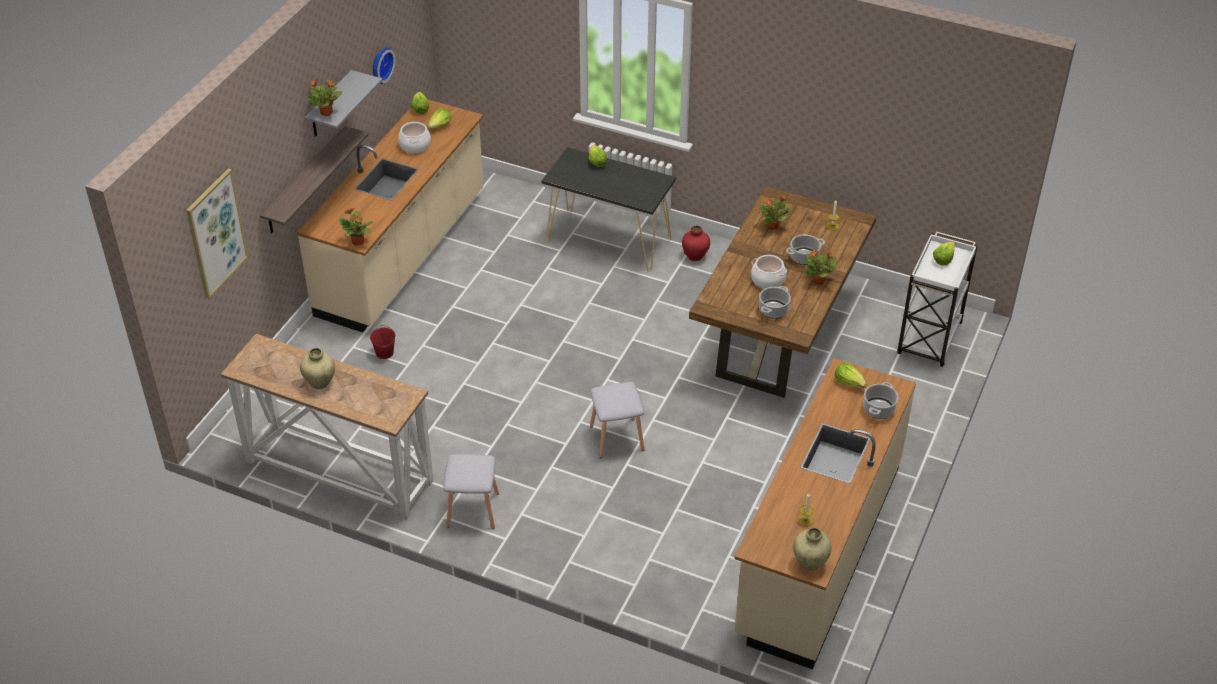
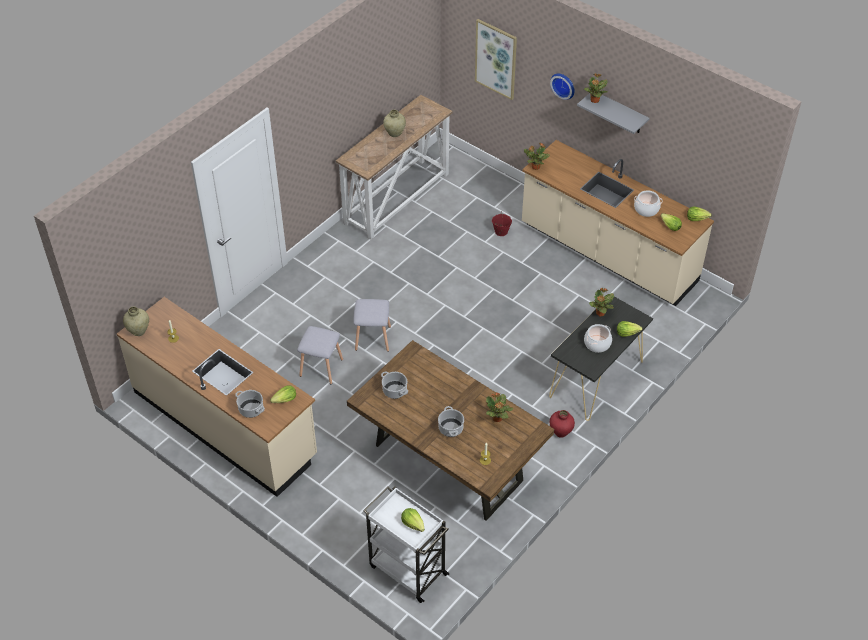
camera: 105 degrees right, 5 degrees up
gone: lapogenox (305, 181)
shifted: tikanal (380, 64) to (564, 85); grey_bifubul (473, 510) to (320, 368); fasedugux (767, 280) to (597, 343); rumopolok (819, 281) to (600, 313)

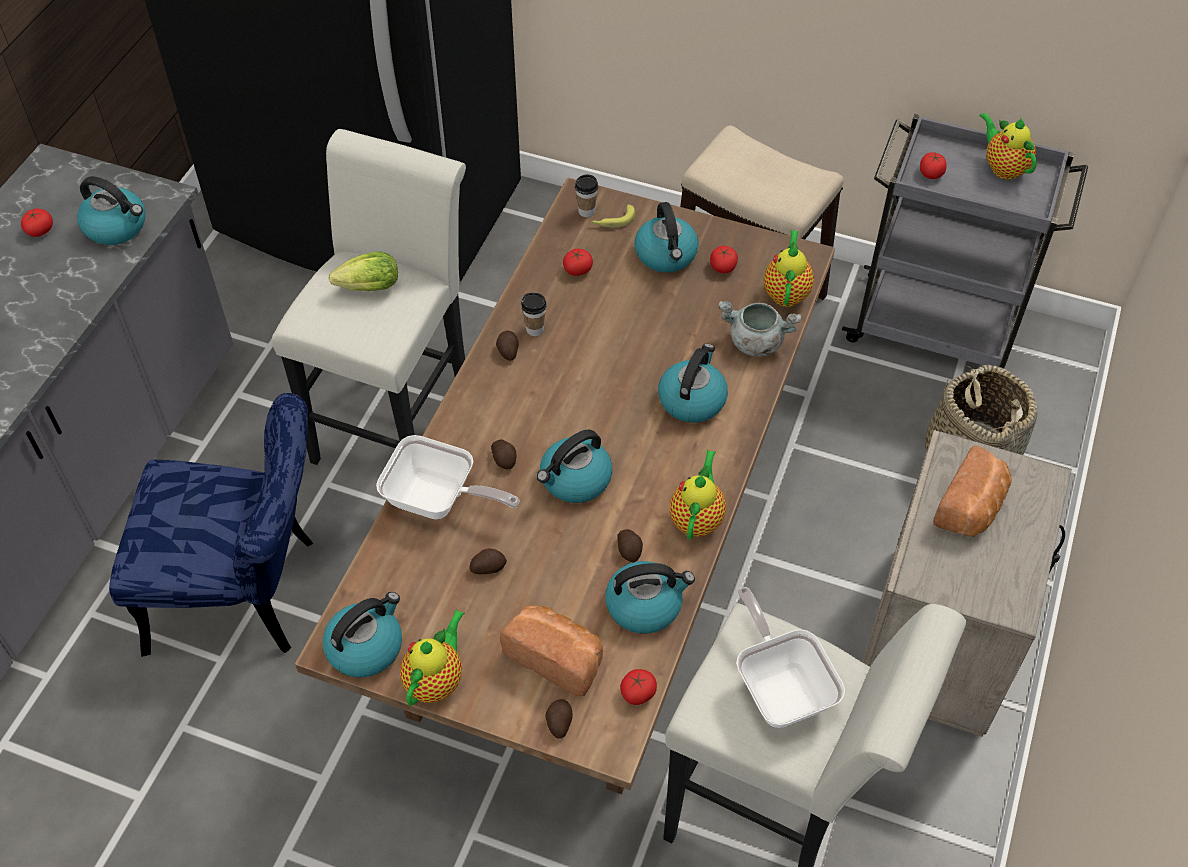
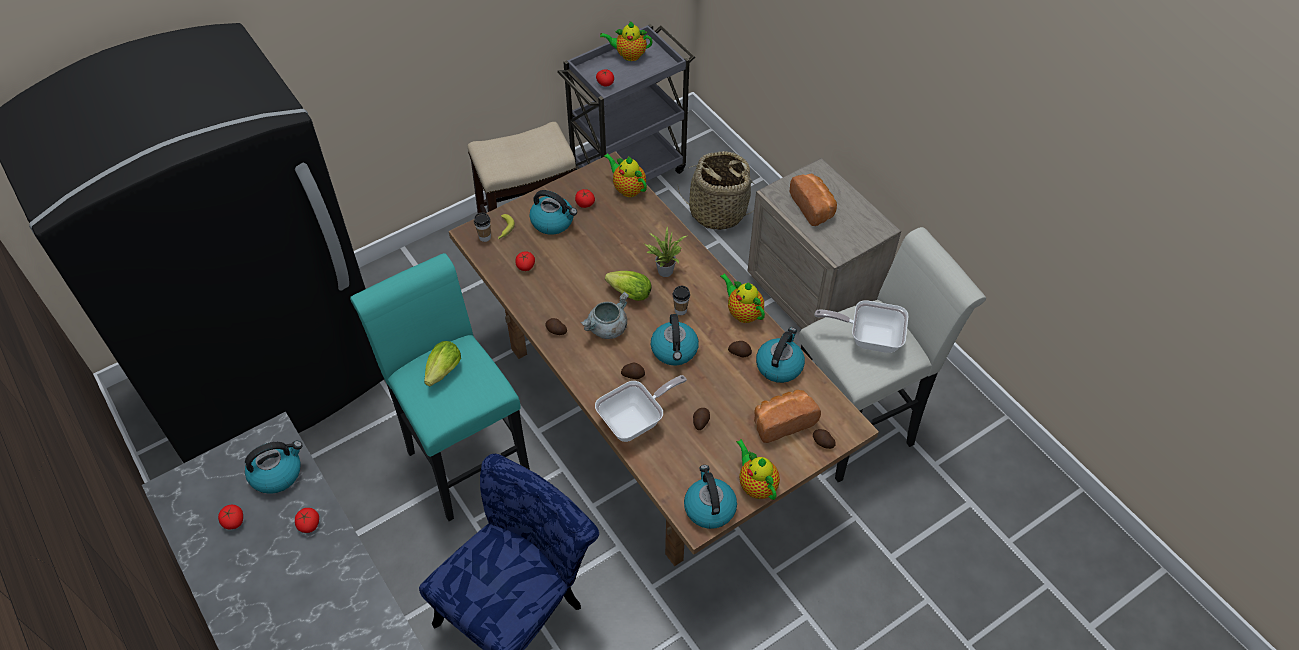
camera: 55 degrees left, 0 degrees up
new: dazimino (627, 293)
shifted: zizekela (535, 329) to (680, 310); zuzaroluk (637, 692) to (309, 524); grey_fasedugux (755, 342) to (607, 329)
swapped: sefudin (692, 399) to rumopolok (664, 269)
repainted: white_bifubul (399, 425) to turquoise_bifubul (463, 456)

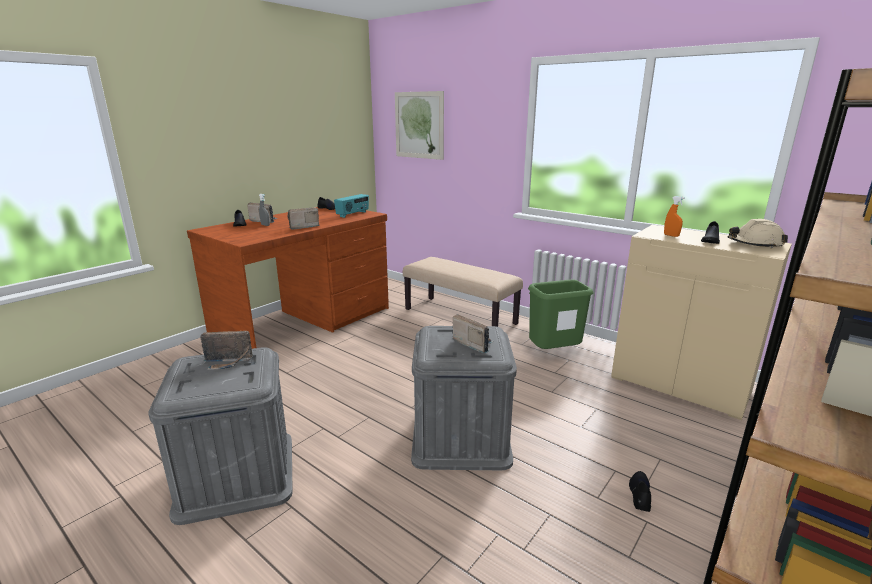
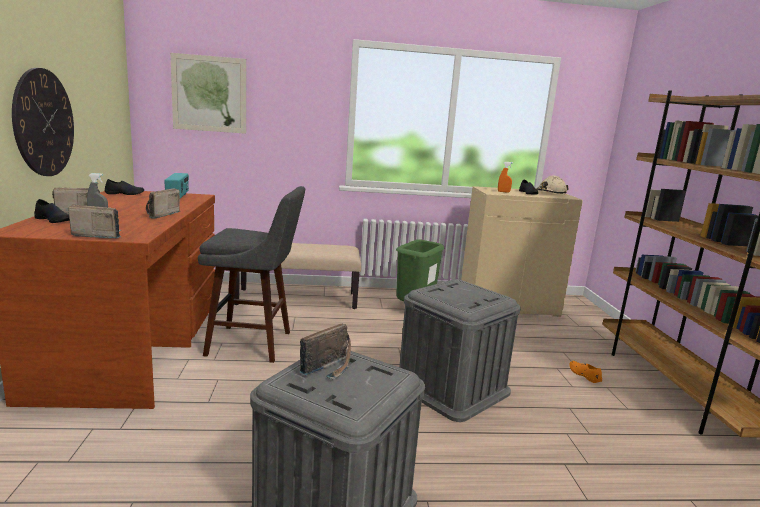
camera: 45 degrees left, 5 degrees down
new: tikanal (44, 123); grey_bifubul (254, 344)
shifted: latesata (473, 344) to (98, 235)
repainted: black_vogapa (640, 494) to orange_vogapa (584, 375)

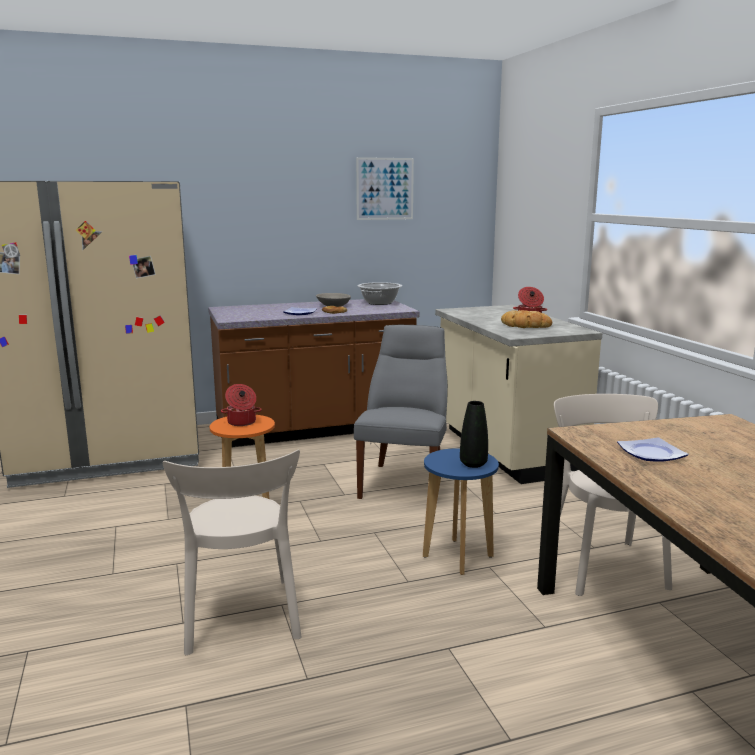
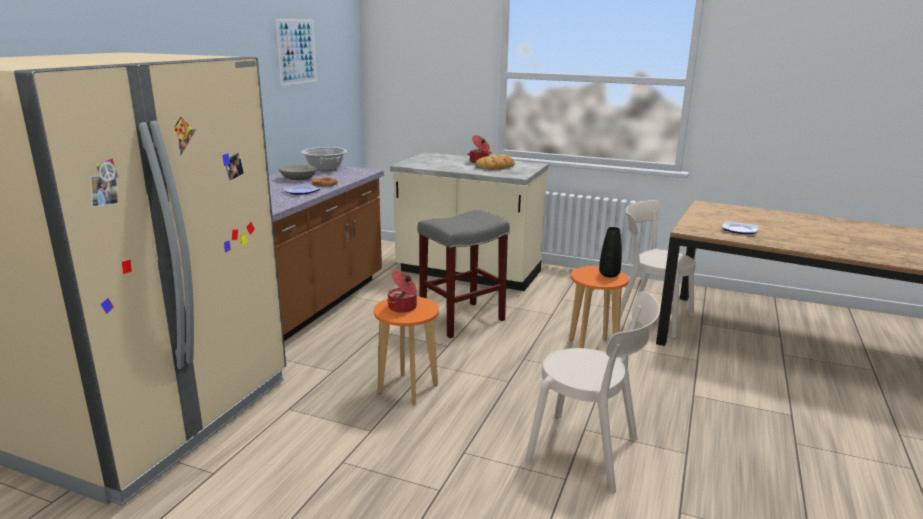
camera: 50 degrees left, 5 degrees up
swapped: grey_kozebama (405, 482) to grey_bifubul (462, 319)
repainted: blue_bifubul (458, 556) to orange_bifubul (592, 348)

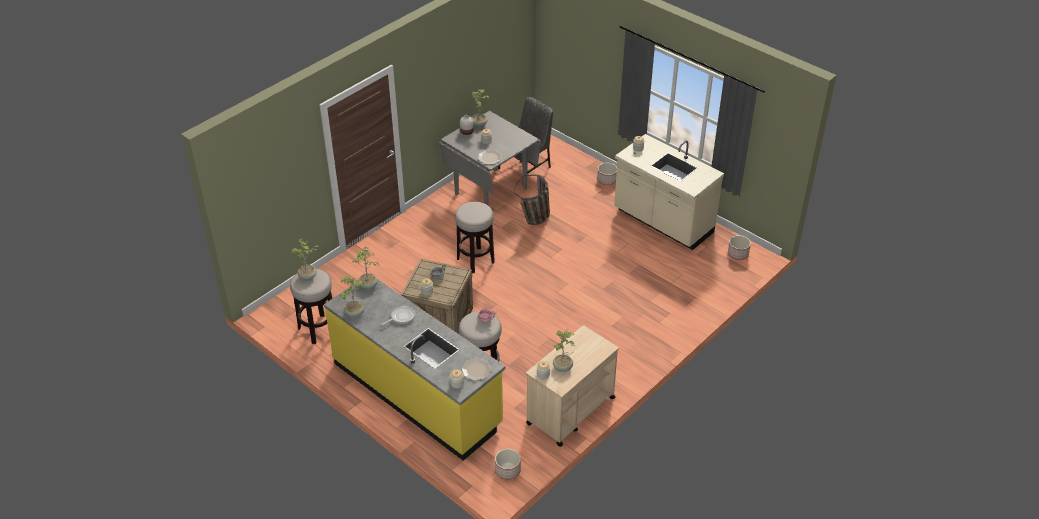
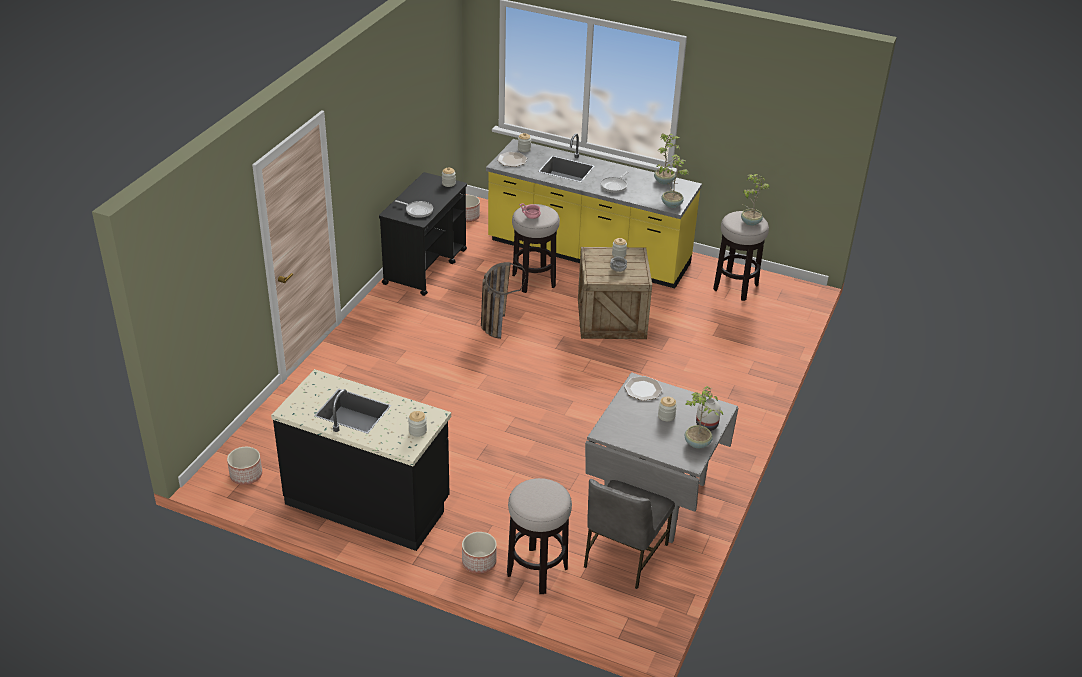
camera: 160 degrees right, 5 degrees down
gone: rumopolok (563, 367)
new: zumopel (417, 210)
shifted: bifubul (475, 260) to (537, 571); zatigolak (535, 220) to (497, 321)
repainted: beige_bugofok (570, 411) to black_bugofok (425, 266); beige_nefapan (662, 222) to black_nefapan (368, 503)

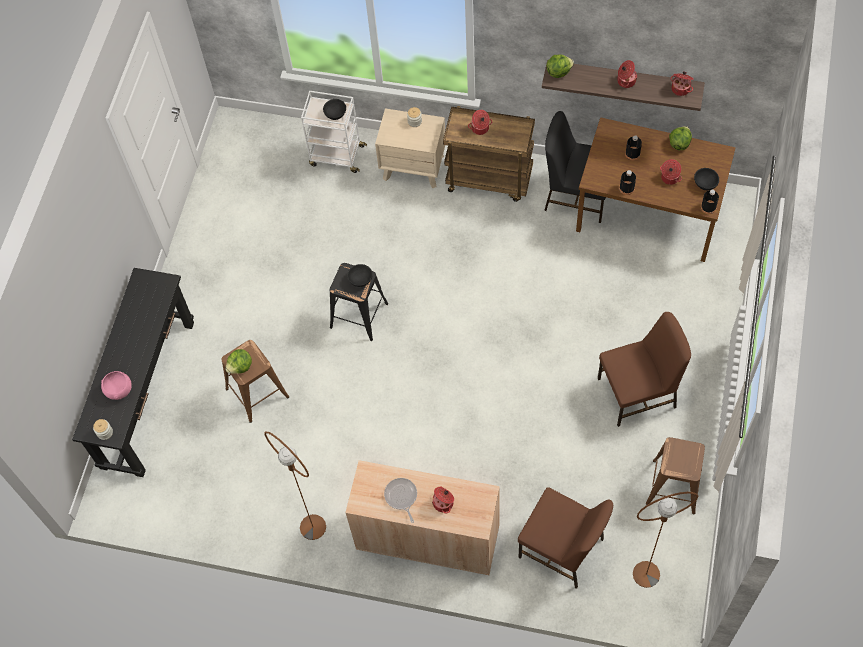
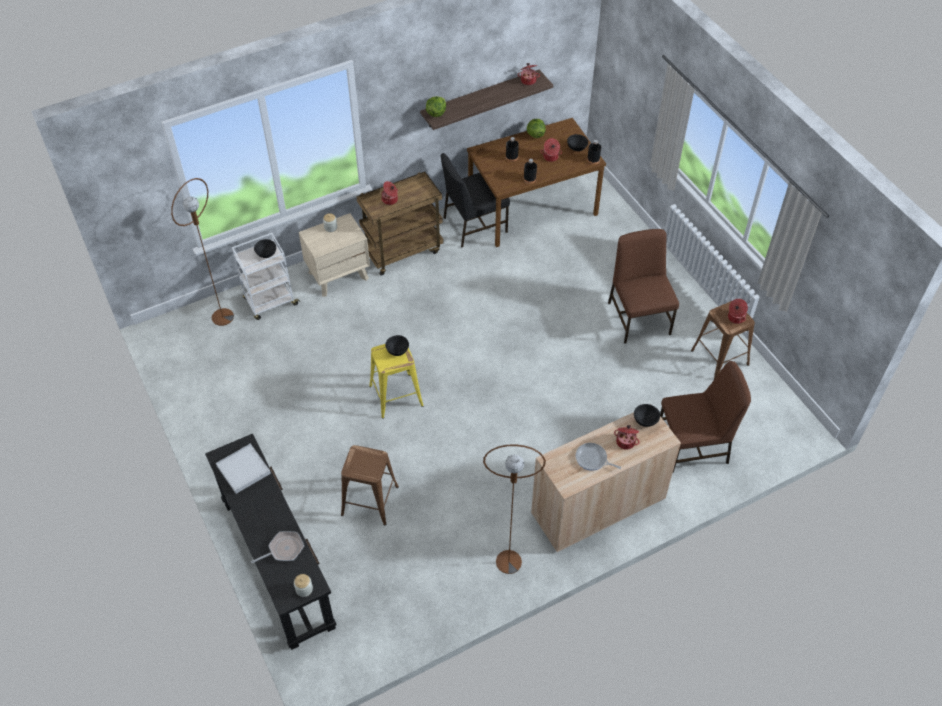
camera: 45 degrees left, 10 degrees down
gone: dazimino (240, 367)
new: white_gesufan (243, 470); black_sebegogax (645, 420)
shifted: fasedugux (625, 81) to (735, 318); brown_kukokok (646, 574) to (222, 317)
swapped: pink_sebegogax (118, 390) to zumopel (284, 549)
repainted: black_bifubul (359, 315) to yellow_bifubul (396, 395)
rotated: brown_kozebama (638, 393) = (639, 317) 45 degrees counterclockwise

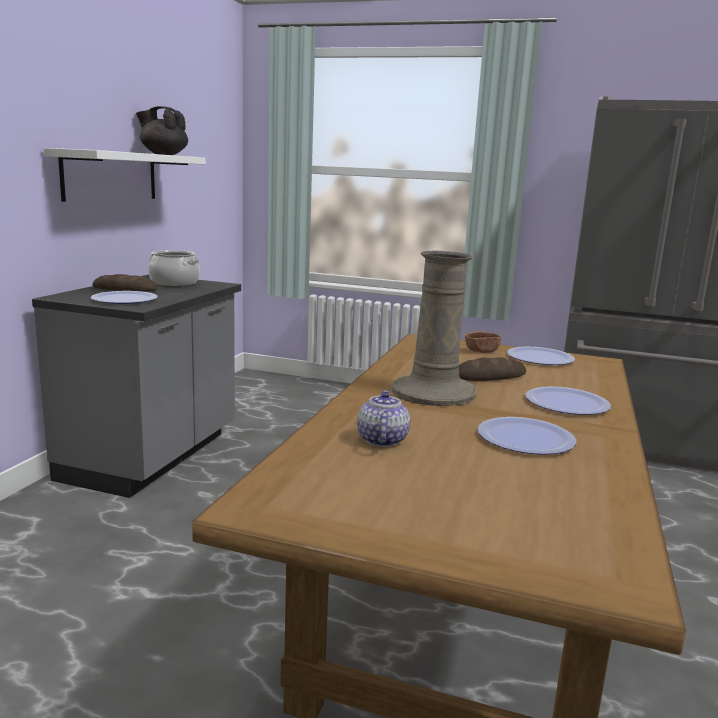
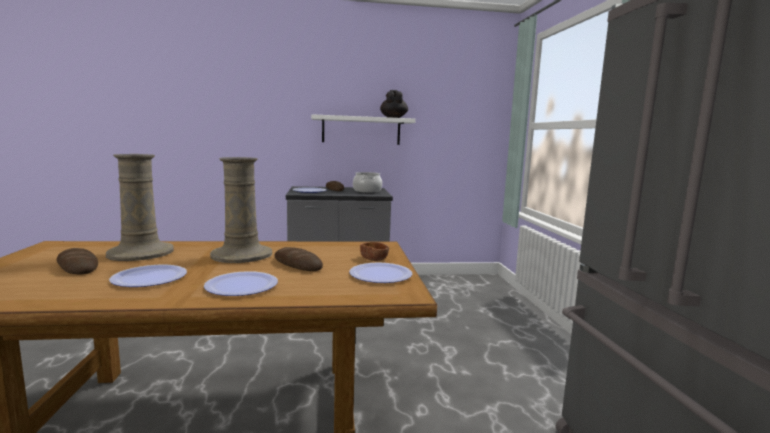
camera: 65 degrees right, 5 degrees down
new: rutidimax (77, 266)
swapped: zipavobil (381, 440) to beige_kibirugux (140, 253)

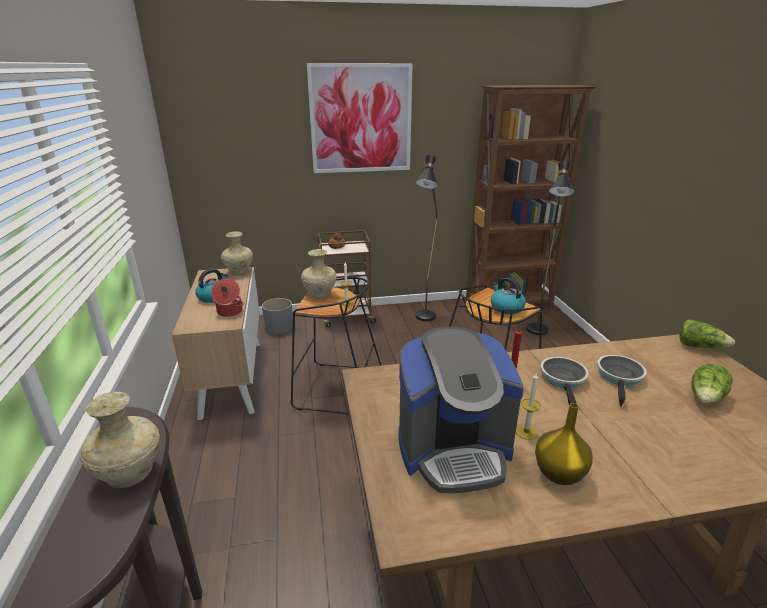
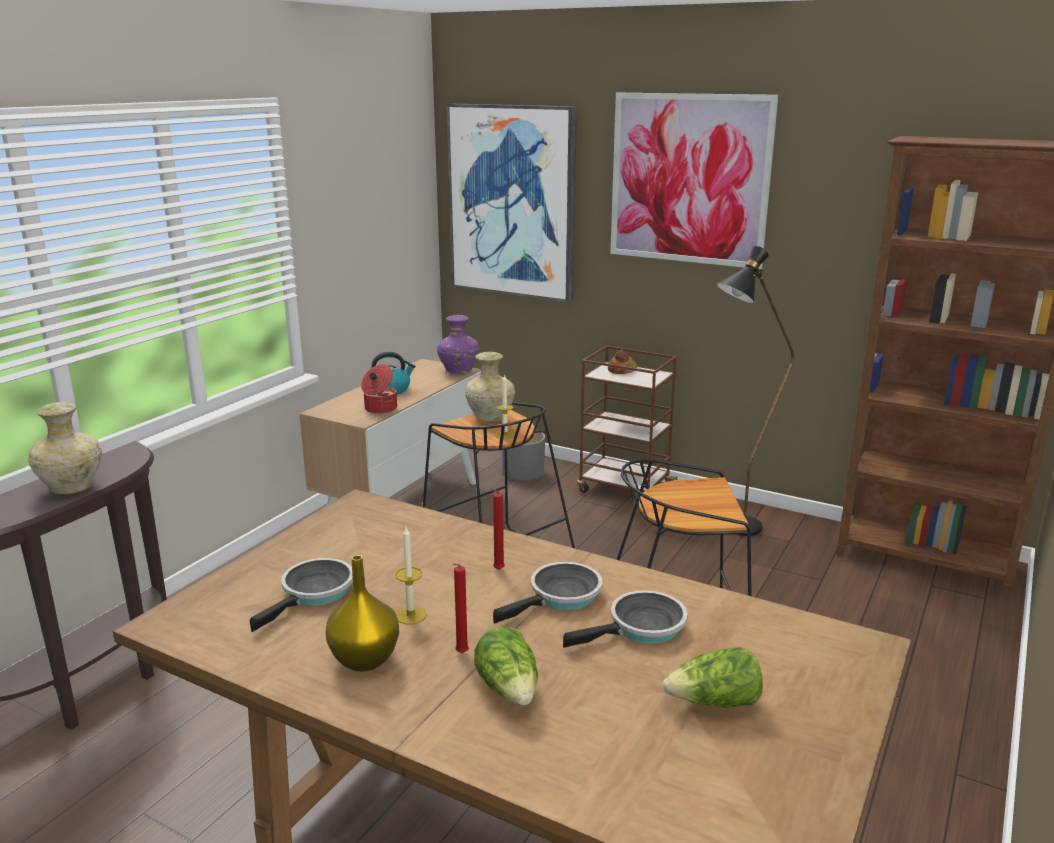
camera: 40 degrees right, 5 degrees down
gone: sefudin (506, 308); black_kukokok (537, 333)
new: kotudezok (513, 202); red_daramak (460, 654)
shifted: dazimino (699, 346) to (509, 689)
swapped: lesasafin (454, 450) to zumopel (314, 593)
repainted: beige_kibirugux (239, 271) to purple_kibirugux (458, 370)

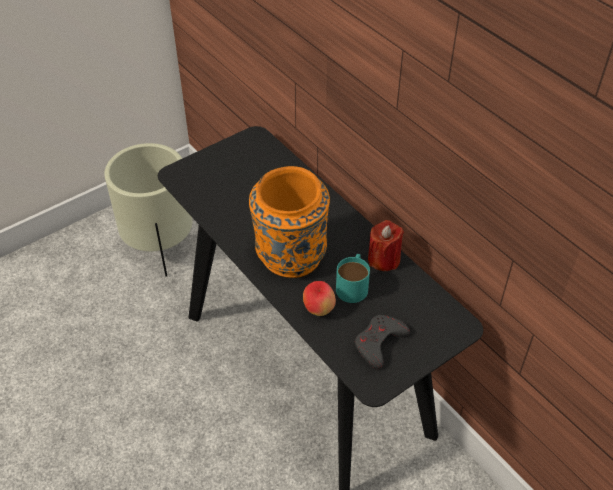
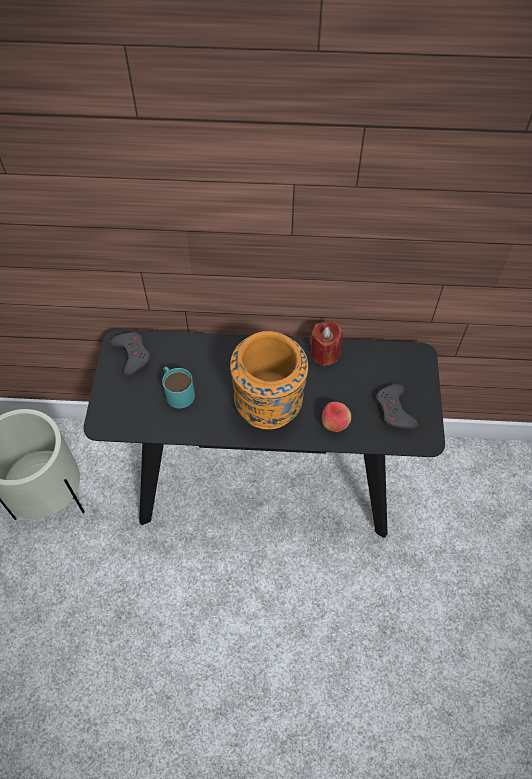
camera: 50 degrees left, 10 degrees up
new: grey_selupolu (132, 355)
shifted: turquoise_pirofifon (353, 285) to (177, 391)

